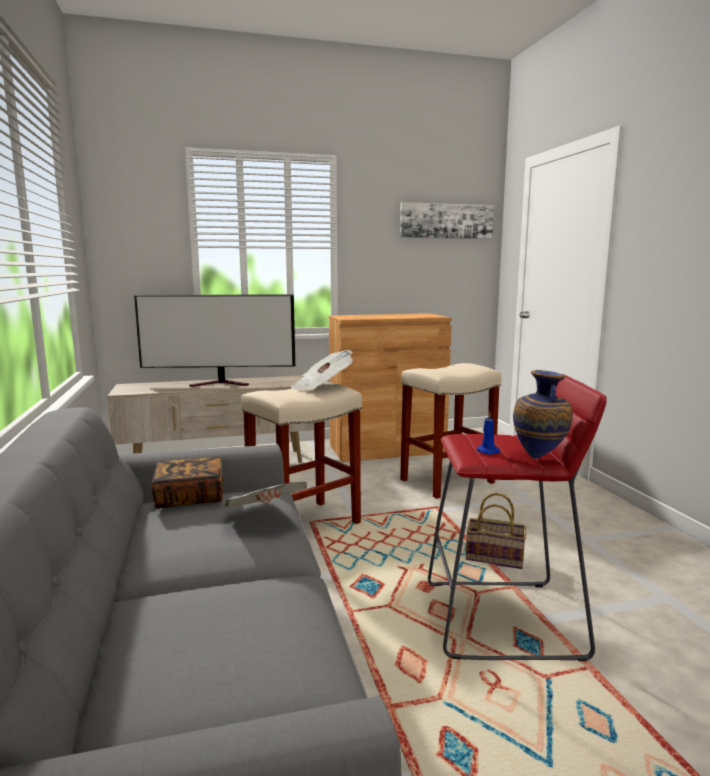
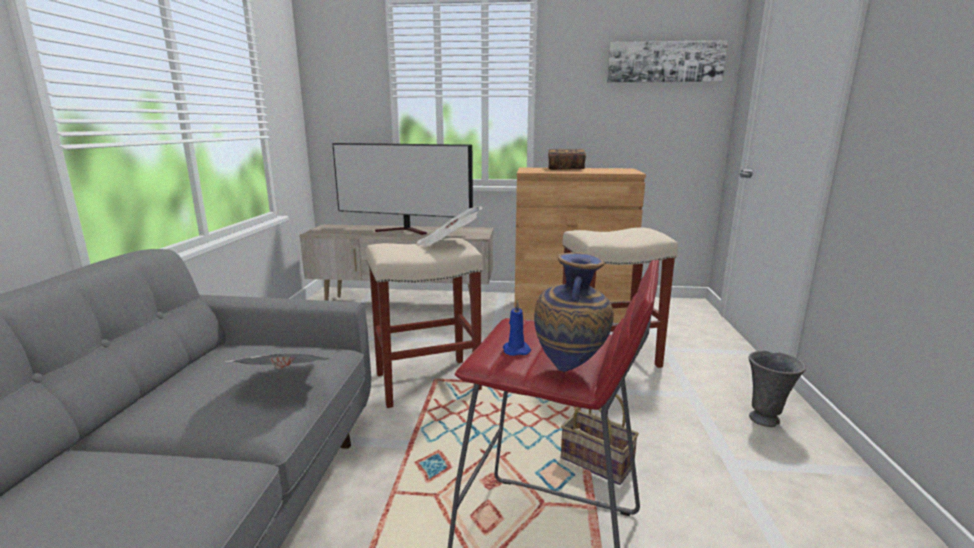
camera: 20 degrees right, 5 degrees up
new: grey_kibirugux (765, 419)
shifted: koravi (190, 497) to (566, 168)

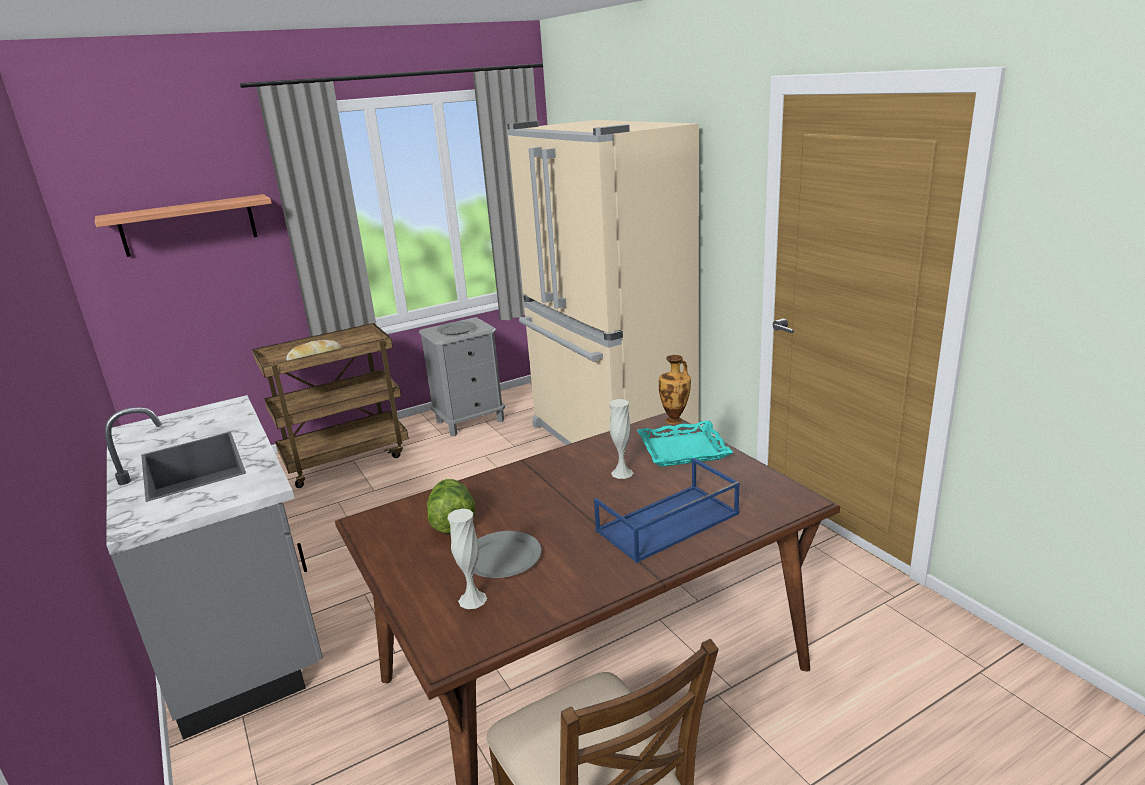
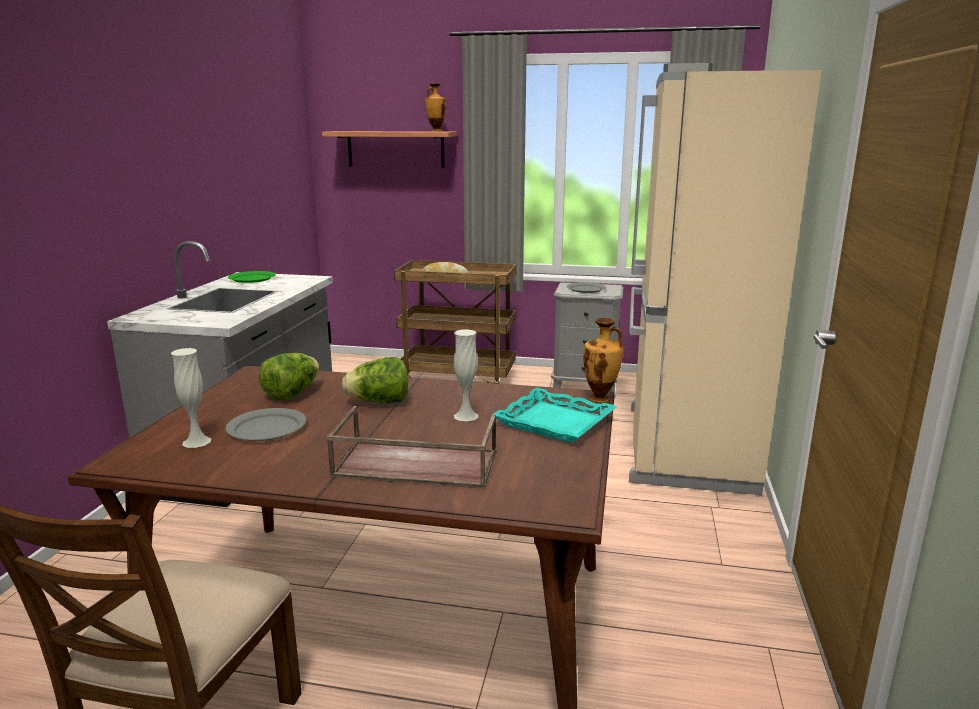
camera: 40 degrees right, 5 degrees down
new: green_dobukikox (251, 279); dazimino (379, 402); kibirugux (436, 131)
repainted: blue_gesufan (667, 523) to brown_gesufan (413, 465)

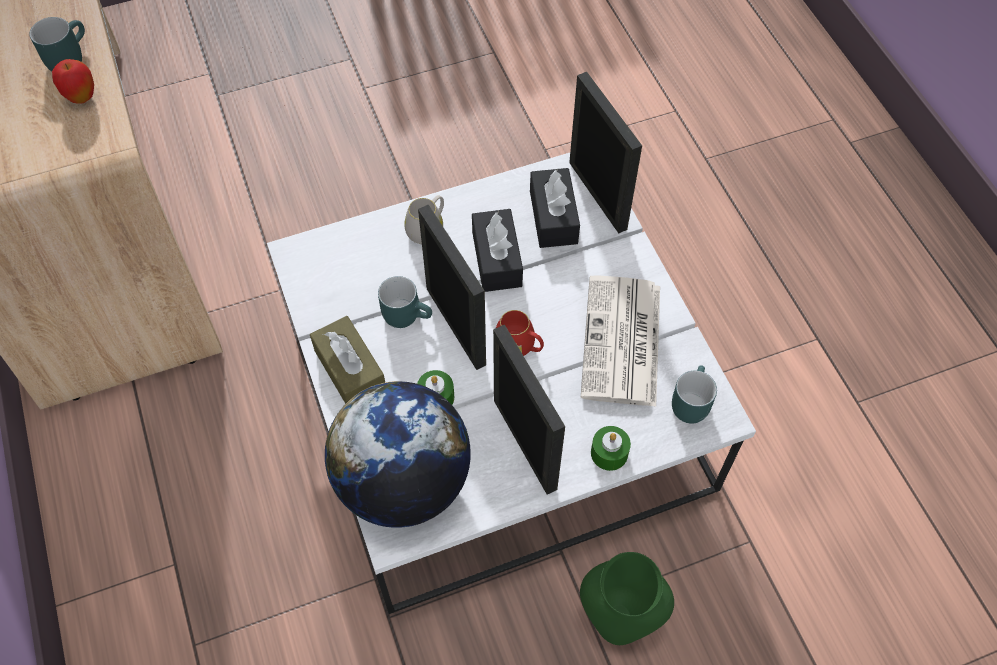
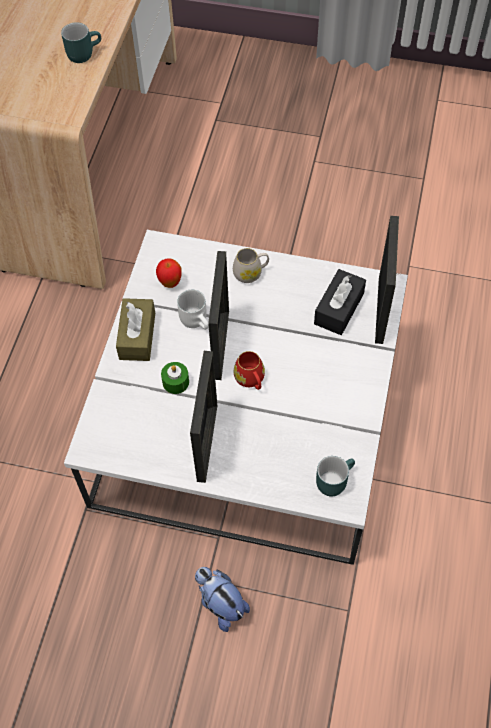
camera: 35 degrees right, 0 degrees up
gone: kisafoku (403, 482); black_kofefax (497, 259); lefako (622, 343); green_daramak (609, 453)
shifted: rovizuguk (82, 98) to (170, 282)
swapped: green_kibirugux (617, 622) to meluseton (220, 603)
repainted: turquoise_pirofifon (407, 314) to white_pirofifon (197, 320)

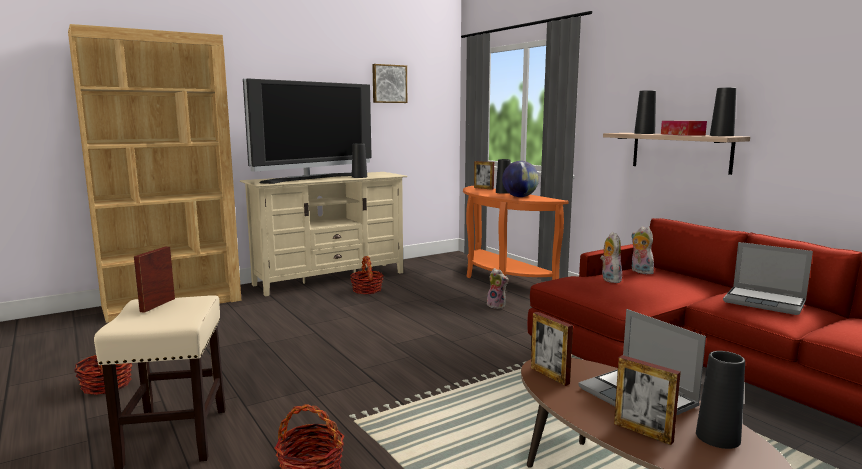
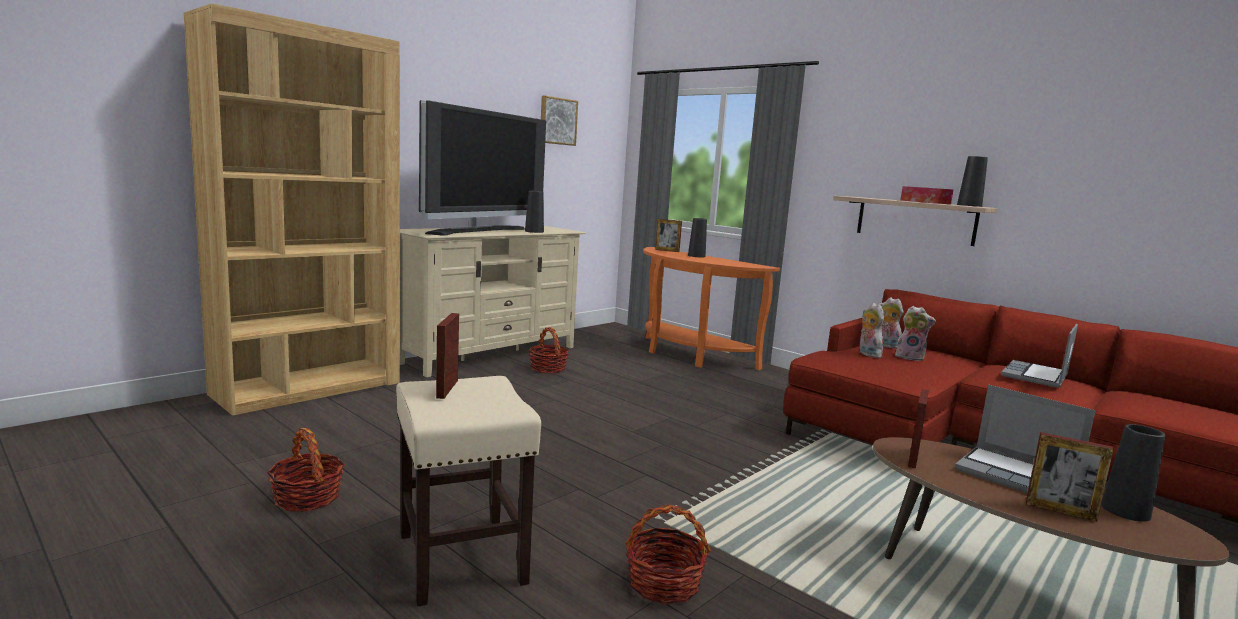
camera: 15 degrees left, 0 degrees up
gone: kisafoku (519, 197); black_kibirugux (644, 133)
shifted: meluseton (497, 306) to (910, 357)
rotated: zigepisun (549, 376) = (913, 458) 105 degrees counterclockwise; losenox (765, 302) = (1036, 376) 105 degrees clockwise

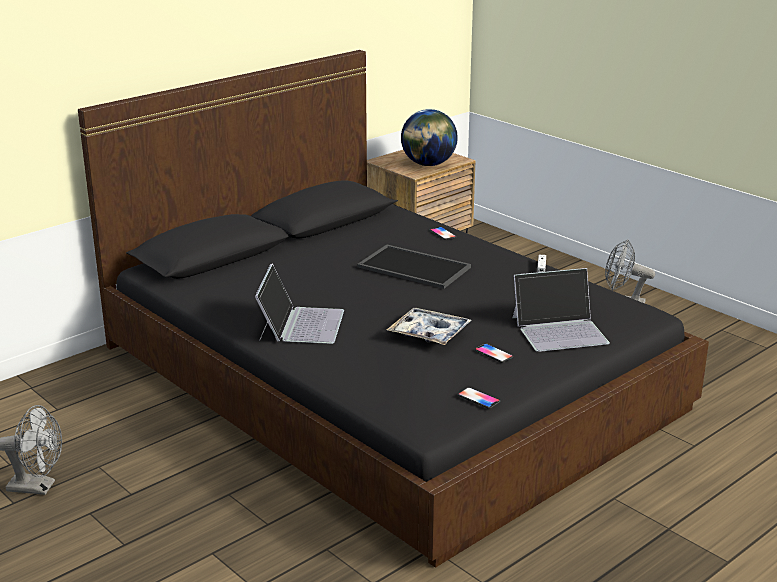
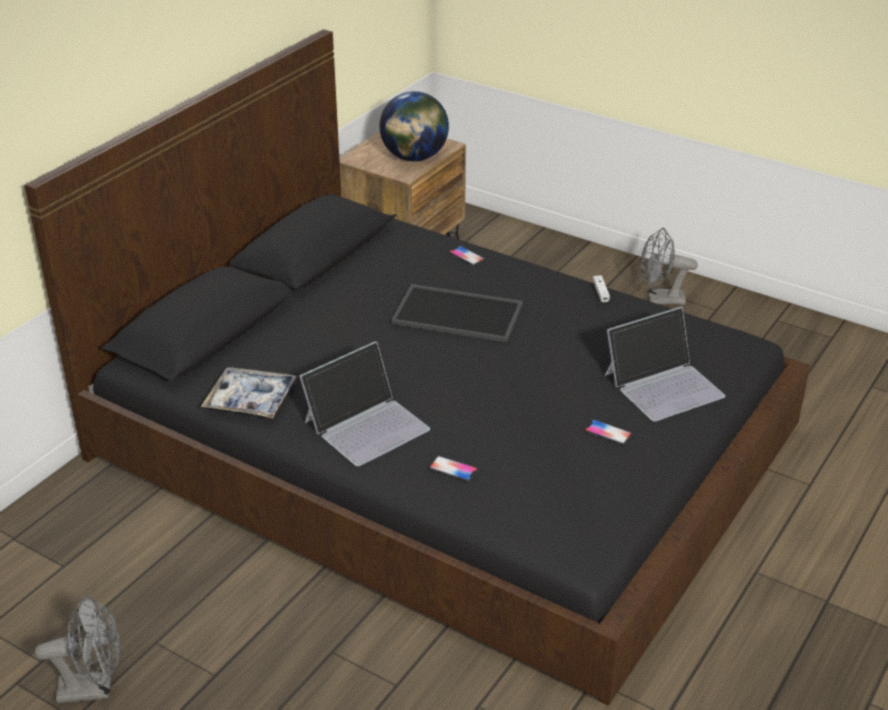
camera: 15 degrees left, 10 degrees up
shifted: gesufan (429, 333) to (251, 400); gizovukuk (478, 399) to (453, 469)
rotated: losenox (301, 324) = (367, 424) 60 degrees clockwise

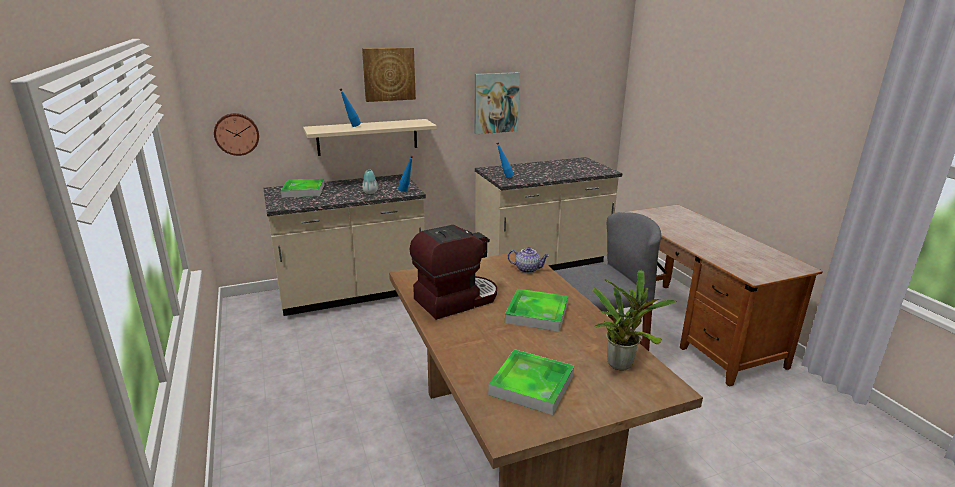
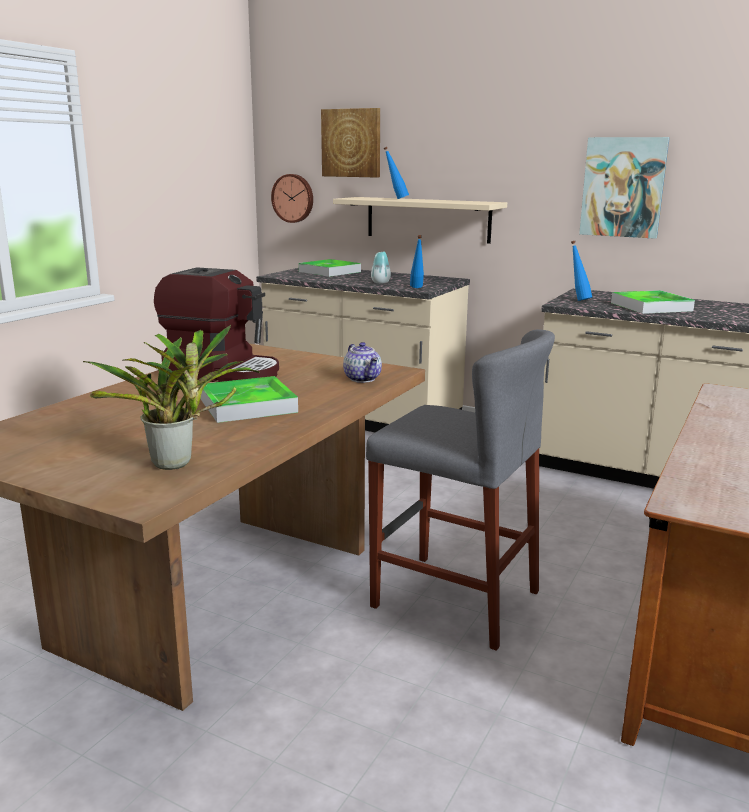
camera: 50 degrees right, 5 degrees down
shifted: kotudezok (389, 74) to (351, 143); gesufan (531, 385) to (651, 307)

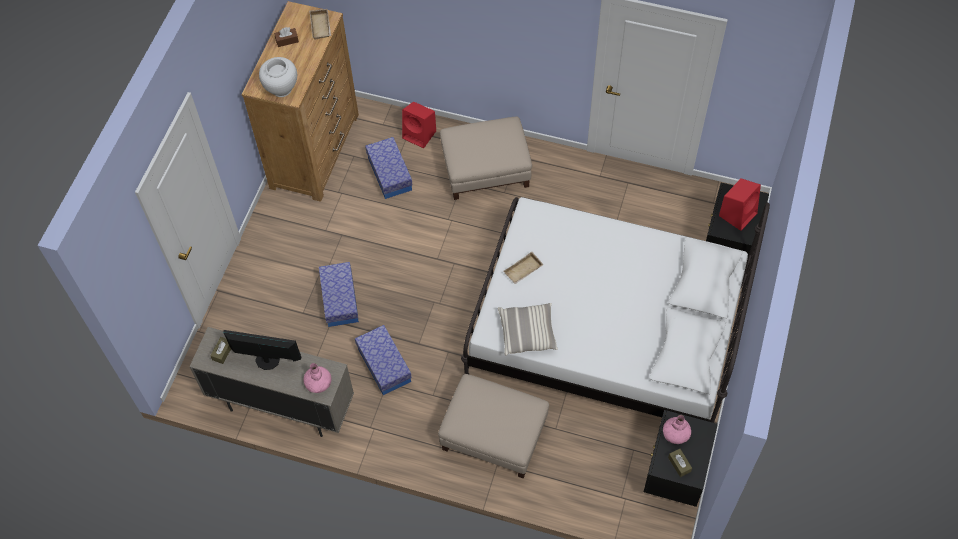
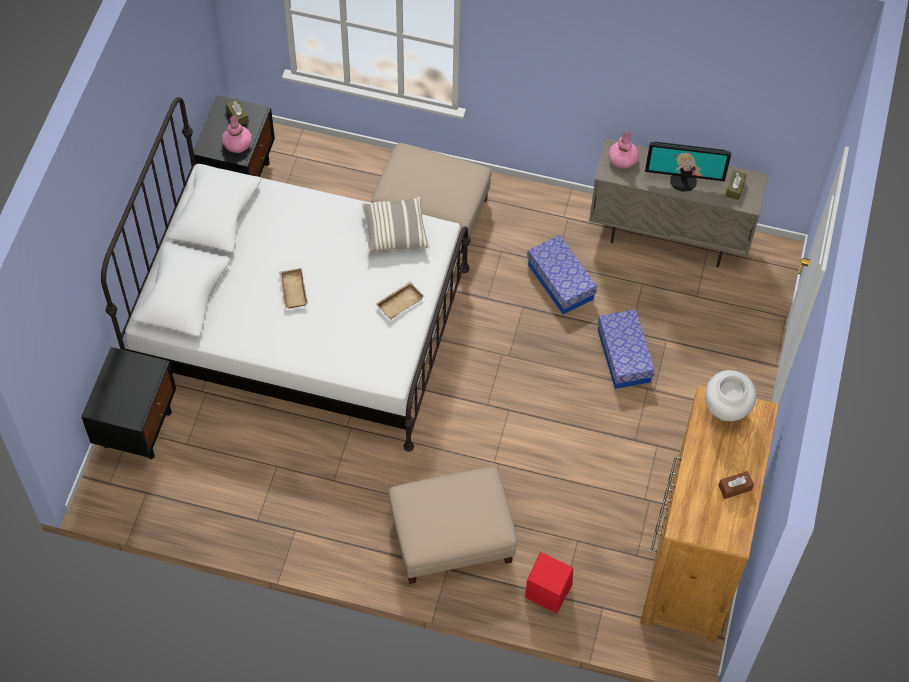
camera: 175 degrees right, 0 degrees up
gone: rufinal (389, 174); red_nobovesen (738, 213)
shifted: beige_gesufan (321, 26) to (292, 290)

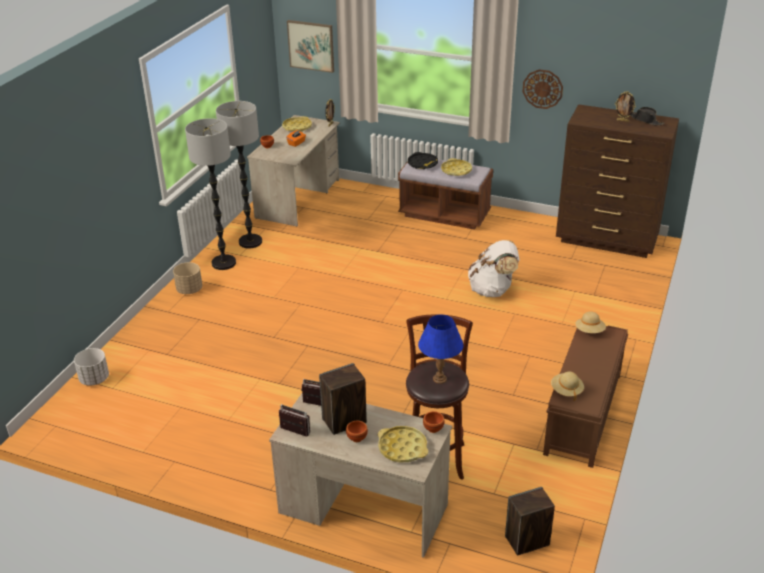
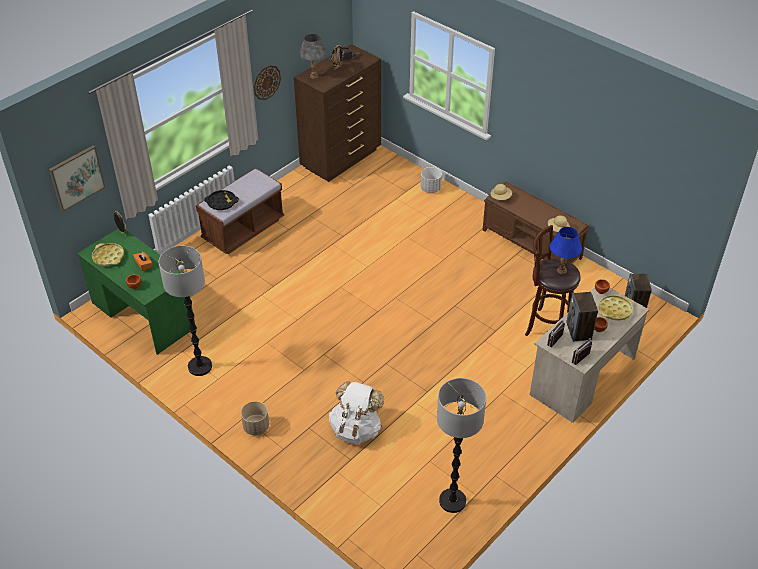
camera: 70 degrees left, 10 degrees up
gone: yellow_gesufan (456, 170)
new: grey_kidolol (314, 76)
shifted: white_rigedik (95, 379) to (430, 188); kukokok (223, 263) to (452, 501); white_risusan (492, 290) to (356, 429)
repainted: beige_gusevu (298, 199) to green_gusevu (143, 315)

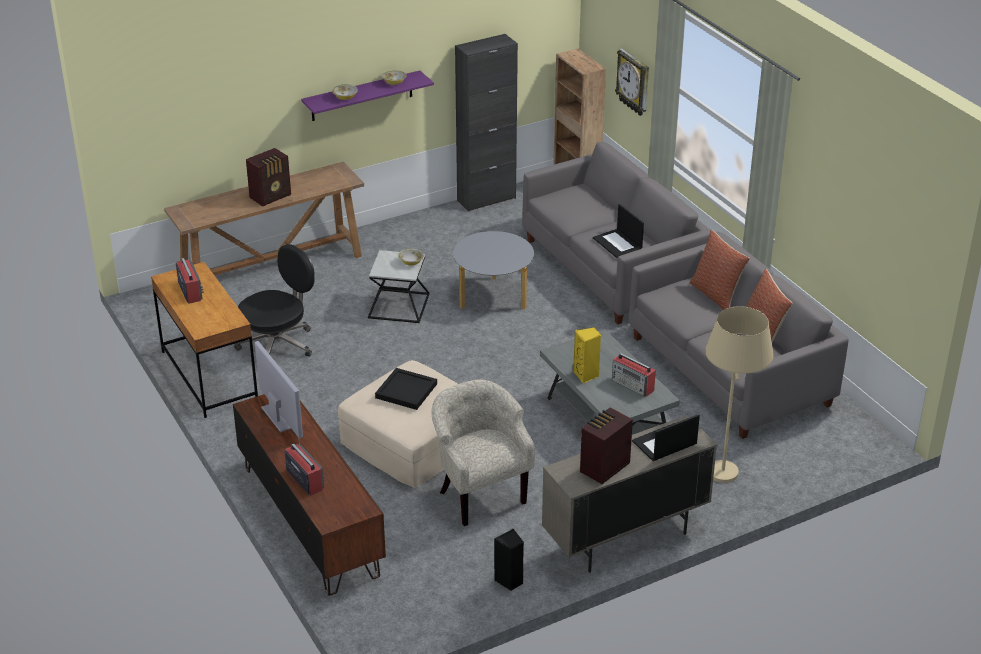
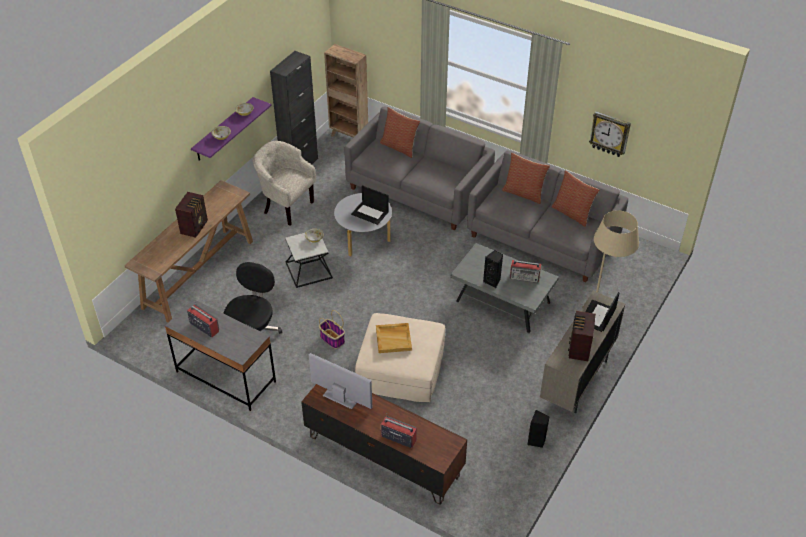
camera: 30 degrees left, 10 degrees up
new: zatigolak (332, 339); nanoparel (399, 147)
shifted: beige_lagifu (479, 495) to (286, 207); losenox (618, 244) to (370, 213); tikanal (634, 82) to (610, 134)
repainted: brown_gusevu (209, 376) to grey_gusevu (225, 377); black_gesufan (407, 391) to beige_gesufan (394, 339); yellow_nobovesen (586, 375) to black_nobovesen (493, 281)

